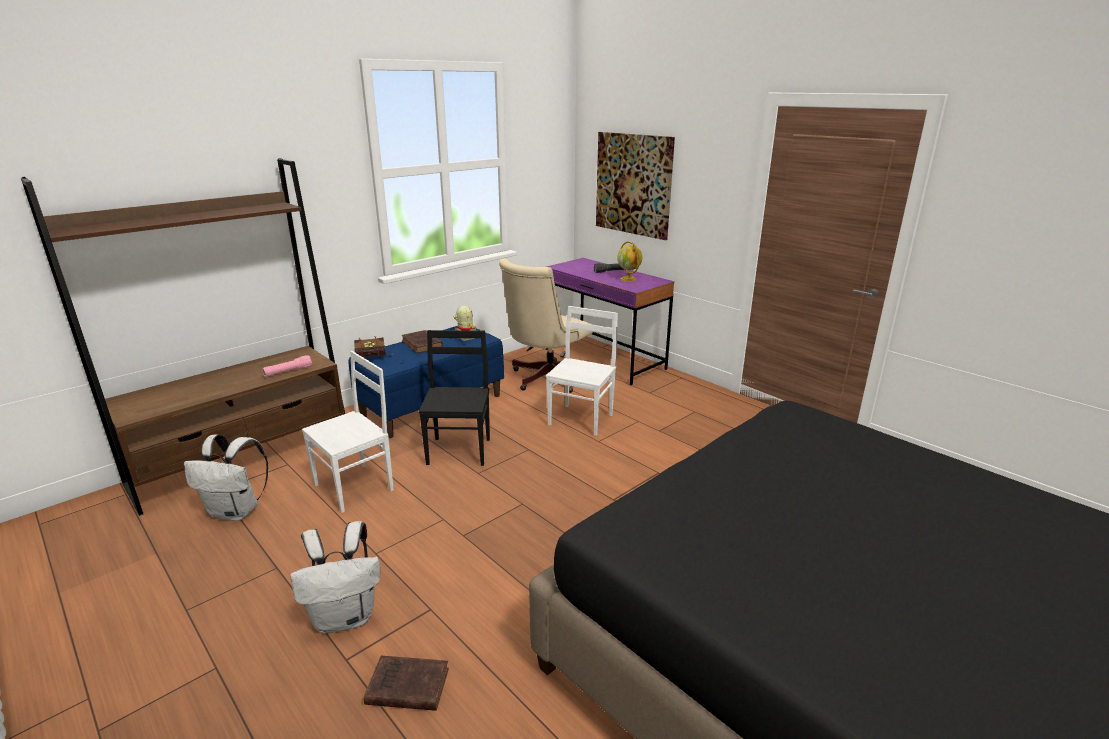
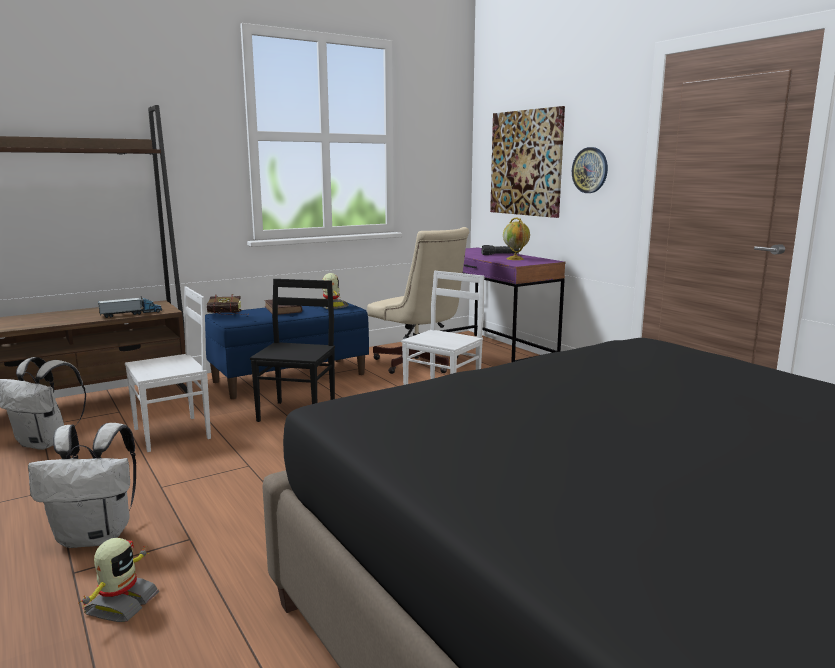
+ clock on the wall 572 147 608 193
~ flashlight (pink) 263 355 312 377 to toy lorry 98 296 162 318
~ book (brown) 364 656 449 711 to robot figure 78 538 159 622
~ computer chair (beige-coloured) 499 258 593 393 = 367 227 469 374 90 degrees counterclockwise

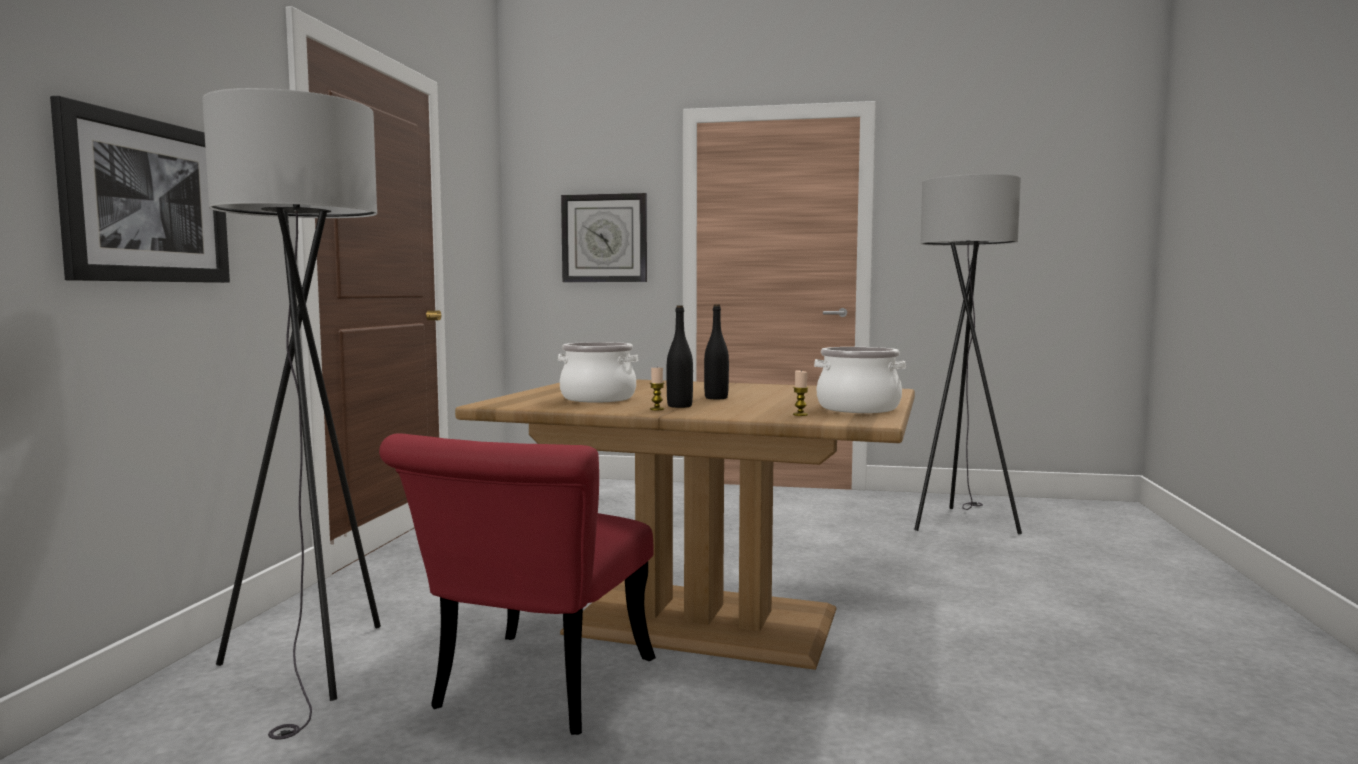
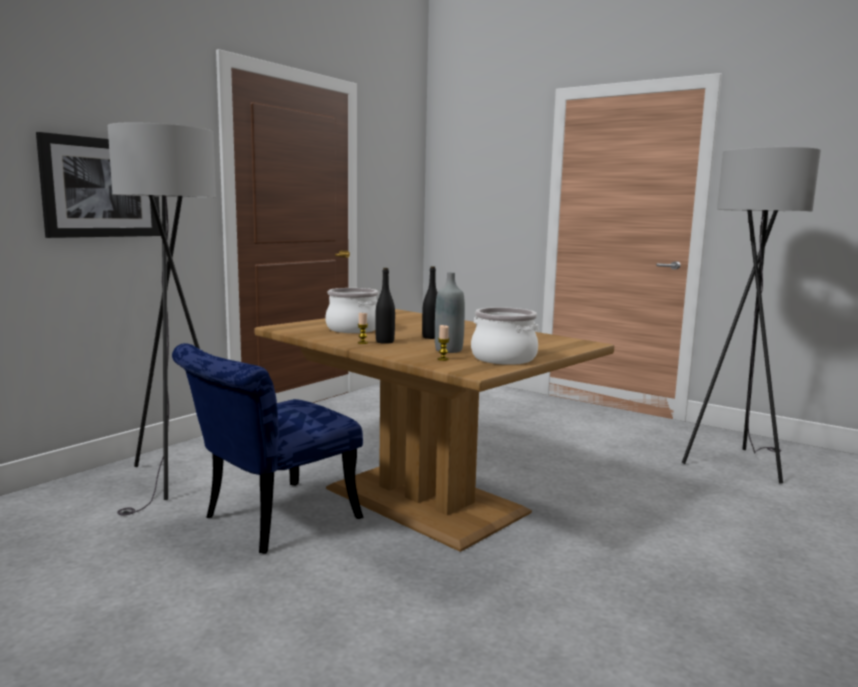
- clock on the wall 561 193 647 282
+ beverage bottle (greyish) 435 272 465 353
~ upright chair (red) 379 433 656 735 to upright chair (blue) 172 343 364 554

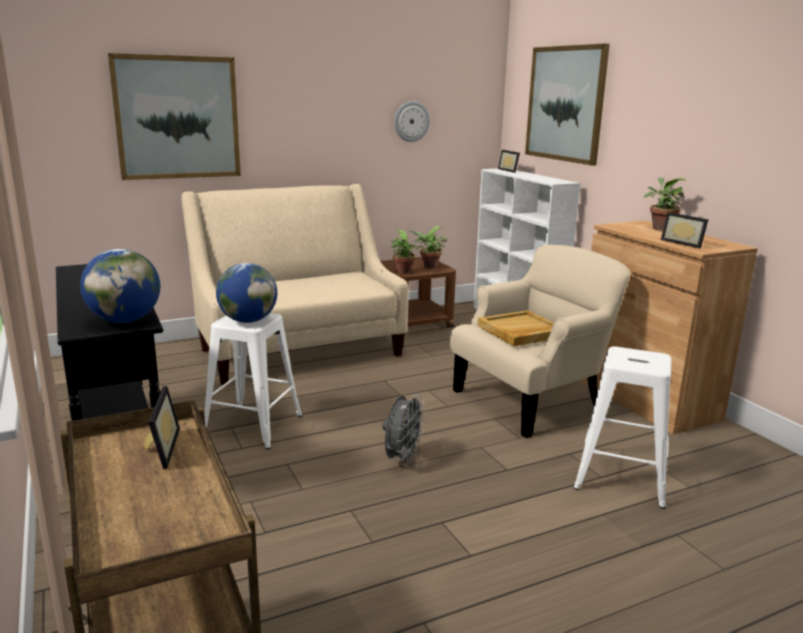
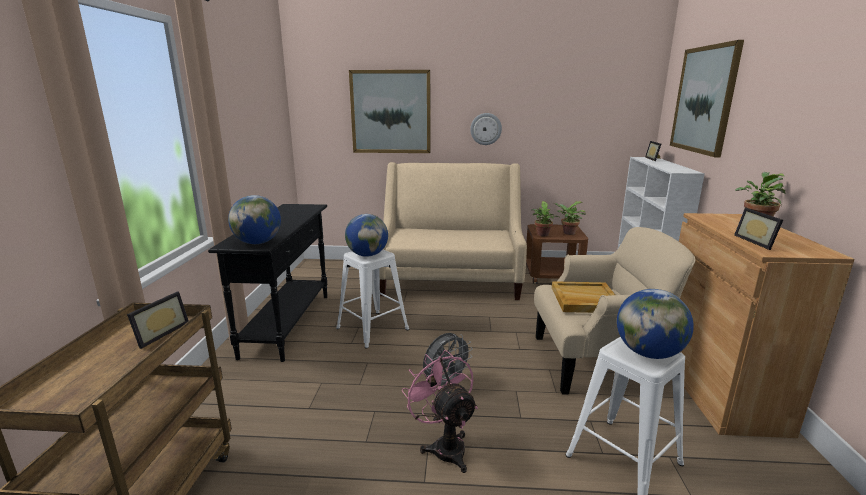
+ cooling fan (pink) 401 350 478 473
+ desk globe 617 289 694 359
~ clock on the wall 394 101 430 142 to 470 113 502 145

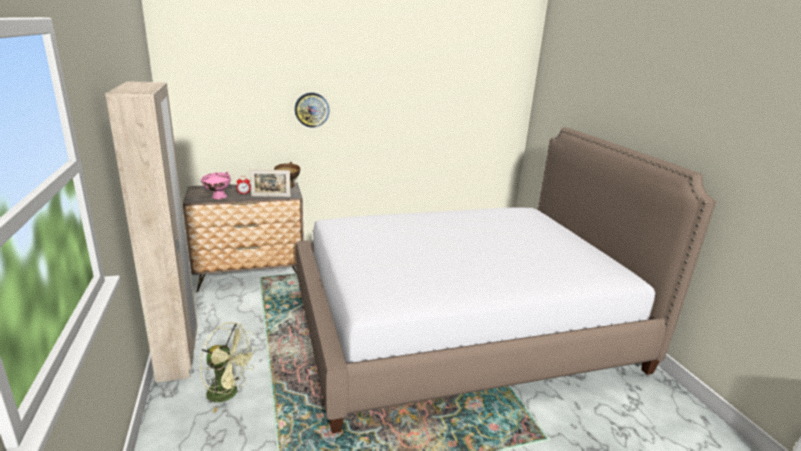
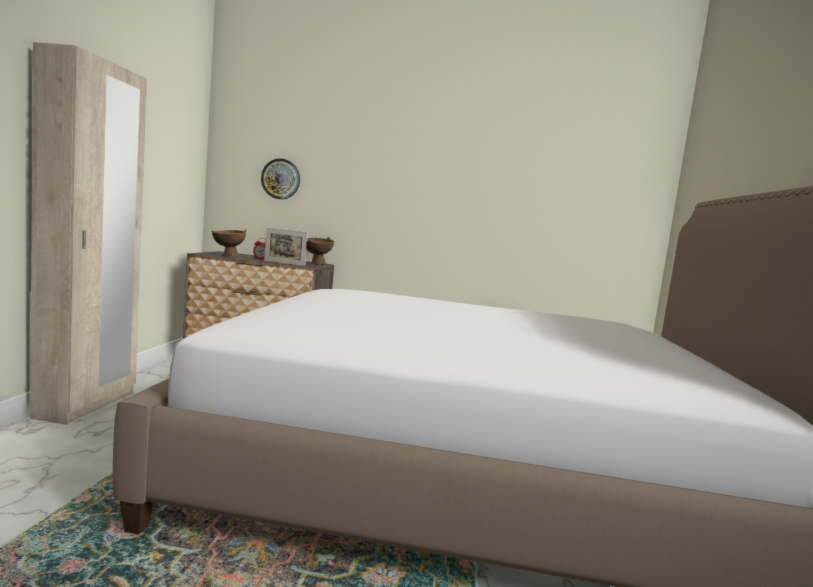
- cooling fan (green-coloured) 200 322 257 413
~ clock on the wall 295 93 329 128 to 261 158 300 199
~ serving bowl (pink) 201 172 231 200 to serving bowl (brown) 212 229 246 257

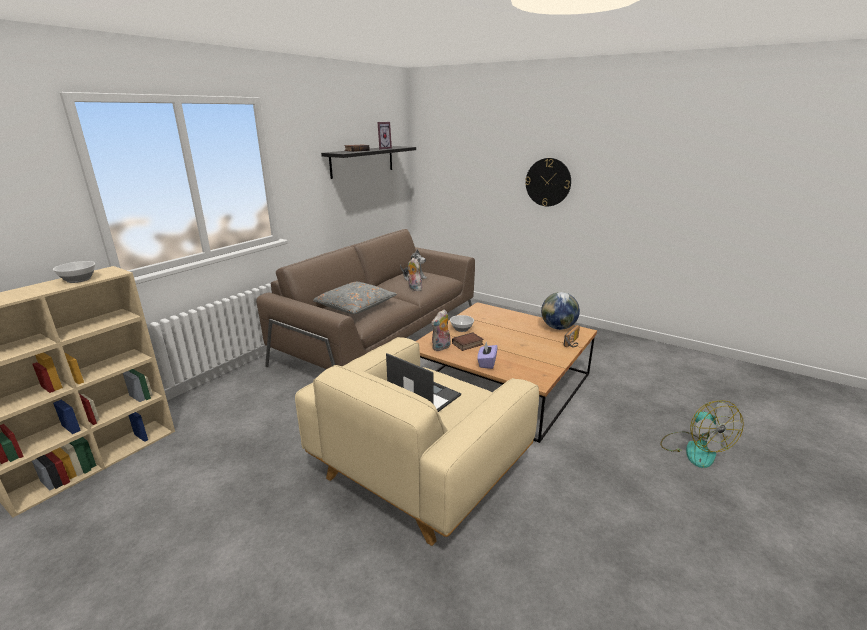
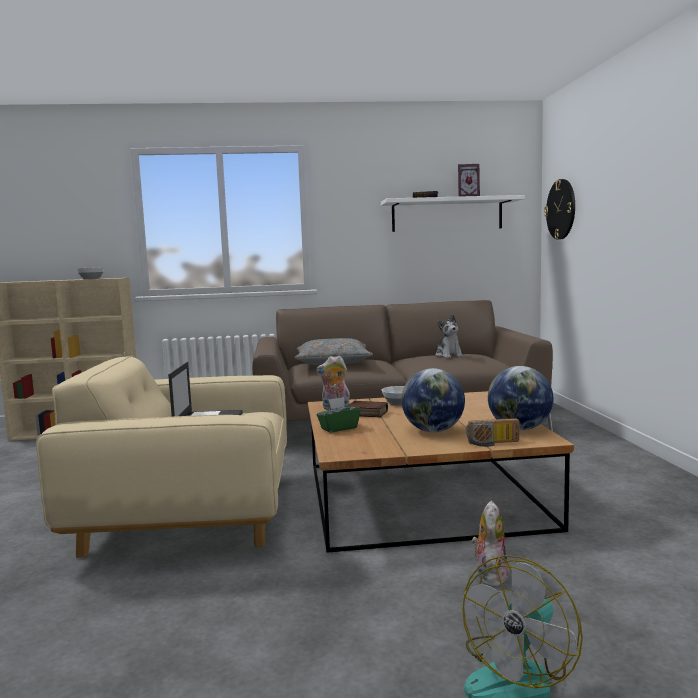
+ desk globe 402 368 465 432
~ soft toy 408 258 422 291 to 472 500 508 587
~ clock on the wall 525 158 571 206 to 544 179 575 240
~ shelf (blackish) 321 146 416 179 to shelf (white) 381 195 525 232
~ tissue holder (purplish) 477 342 498 369 to tissue holder (green-coloured) 317 397 361 433

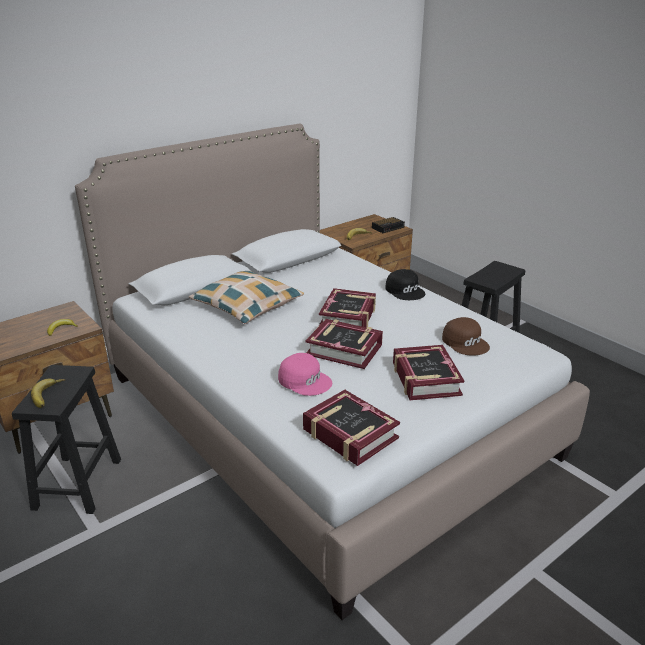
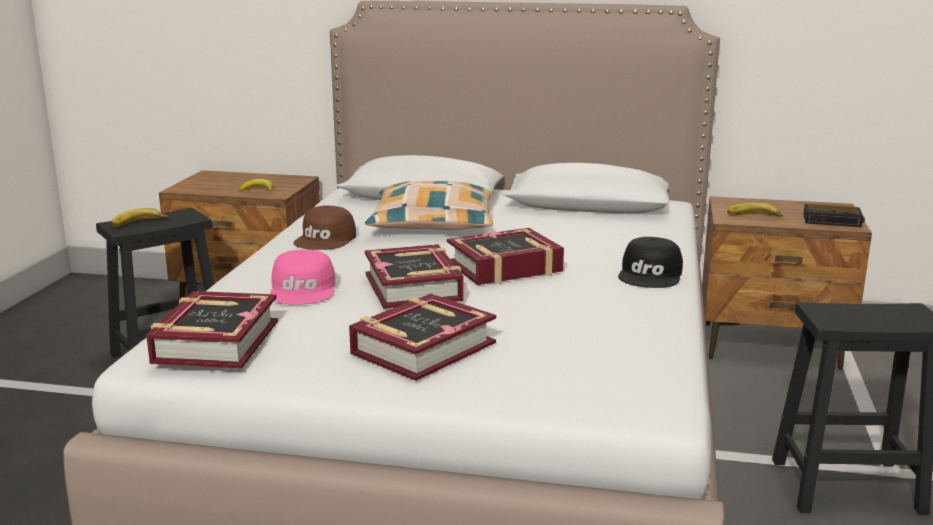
~ cap (brown) 442 317 490 356 to 294 206 356 250

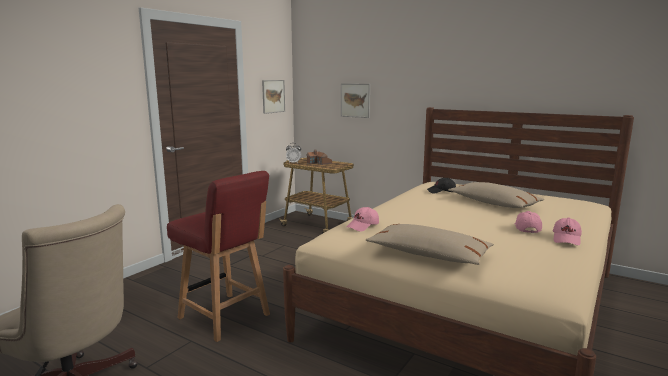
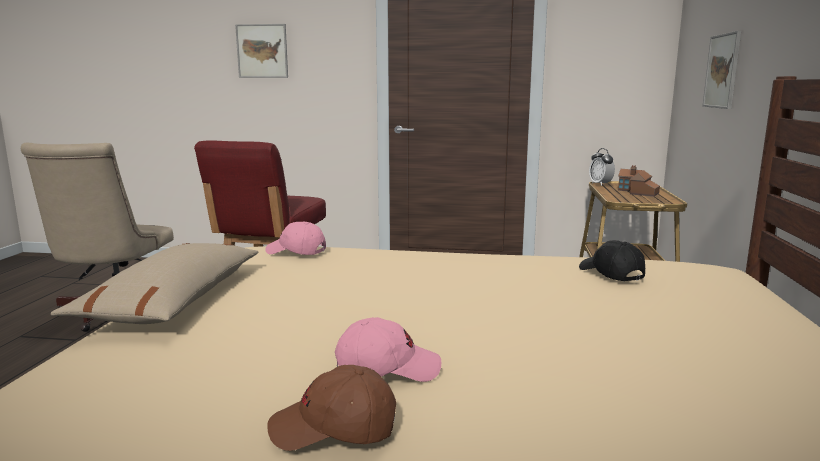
- throw pillow (beige-coloured) 448 182 545 208
~ wall picture 262 80 285 114 to 235 24 288 78
~ cap (pink) 553 218 582 245 to cap (brown) 267 365 396 451

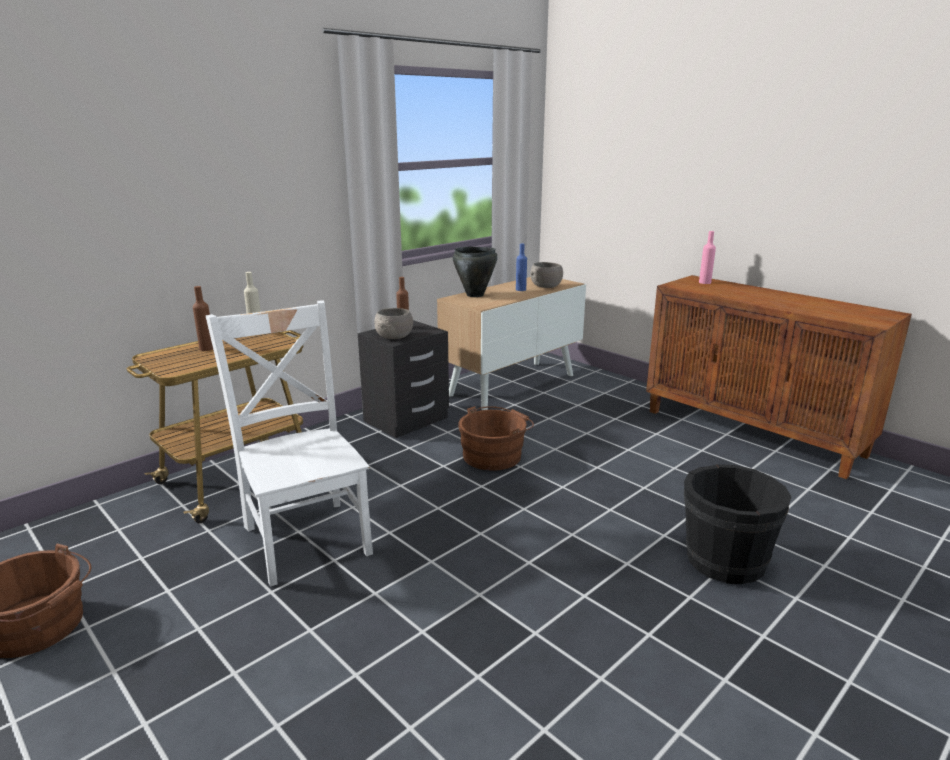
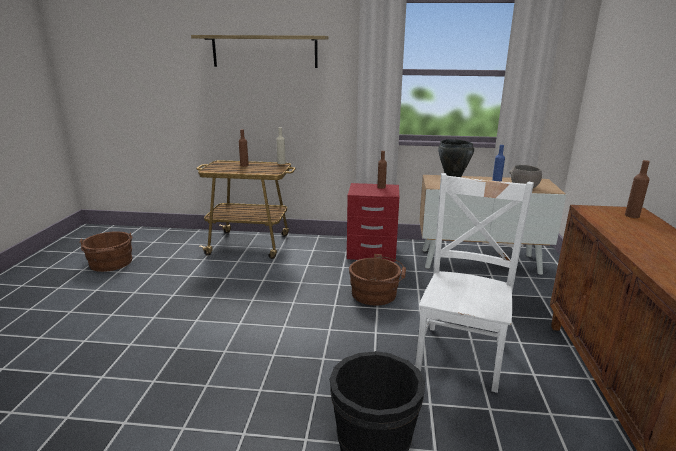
- serving bowl (greyish) 374 308 413 339
+ shelf 191 35 329 68
~ upright chair (white) 206 300 373 587 to 415 173 534 393
~ nightstand (blackish) 358 320 449 438 to nightstand (red) 347 183 399 262
~ beverage bottle (pink) 699 231 716 284 to beverage bottle (brown) 625 160 650 218

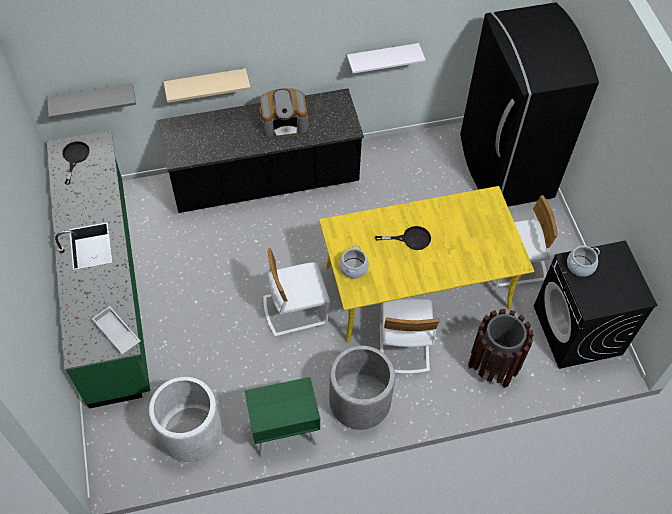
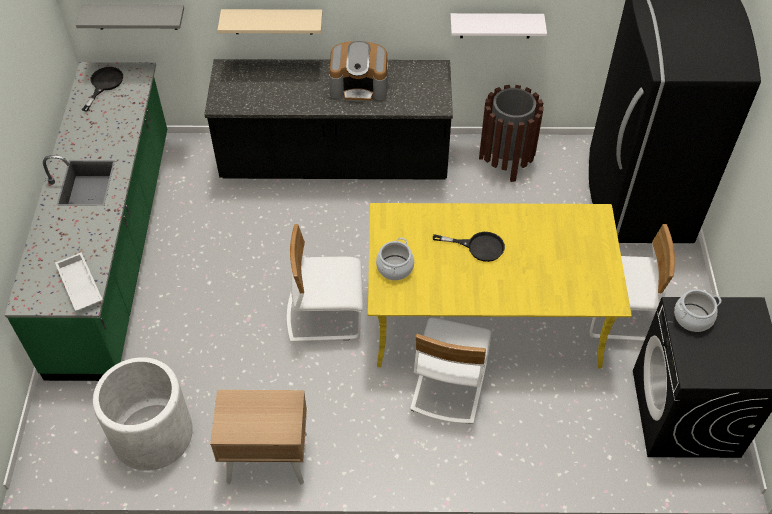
- flower pot (greyish) 329 346 395 430
~ trash can (brown) 468 309 534 388 to 479 85 544 182
~ nightstand (green-coloured) 245 377 320 457 to nightstand (beige-coloured) 210 390 307 485

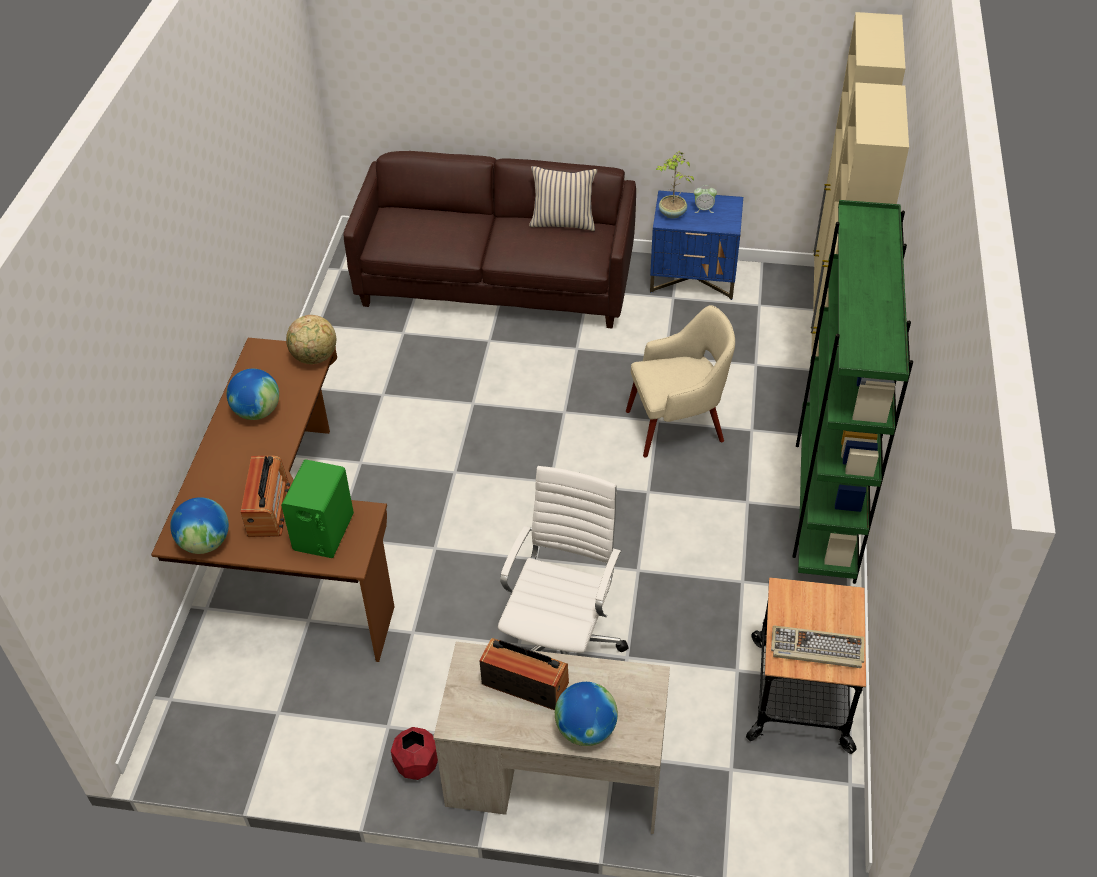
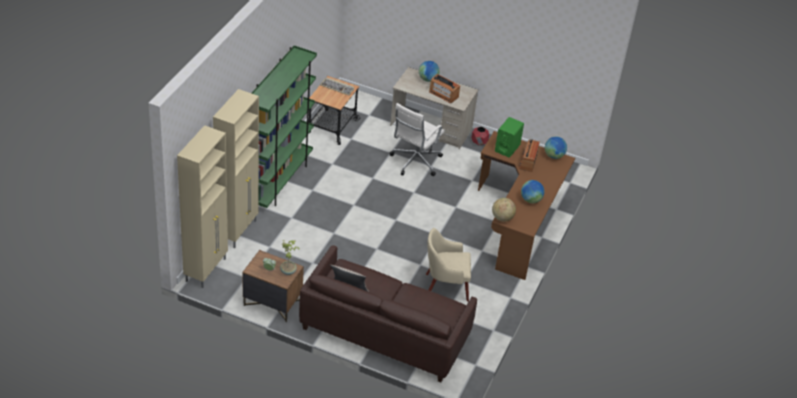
~ easy chair (beige-coloured) 626 305 735 458 to 426 228 471 301
~ nightstand (blue) 650 191 743 300 to nightstand (brown) 242 250 304 322

